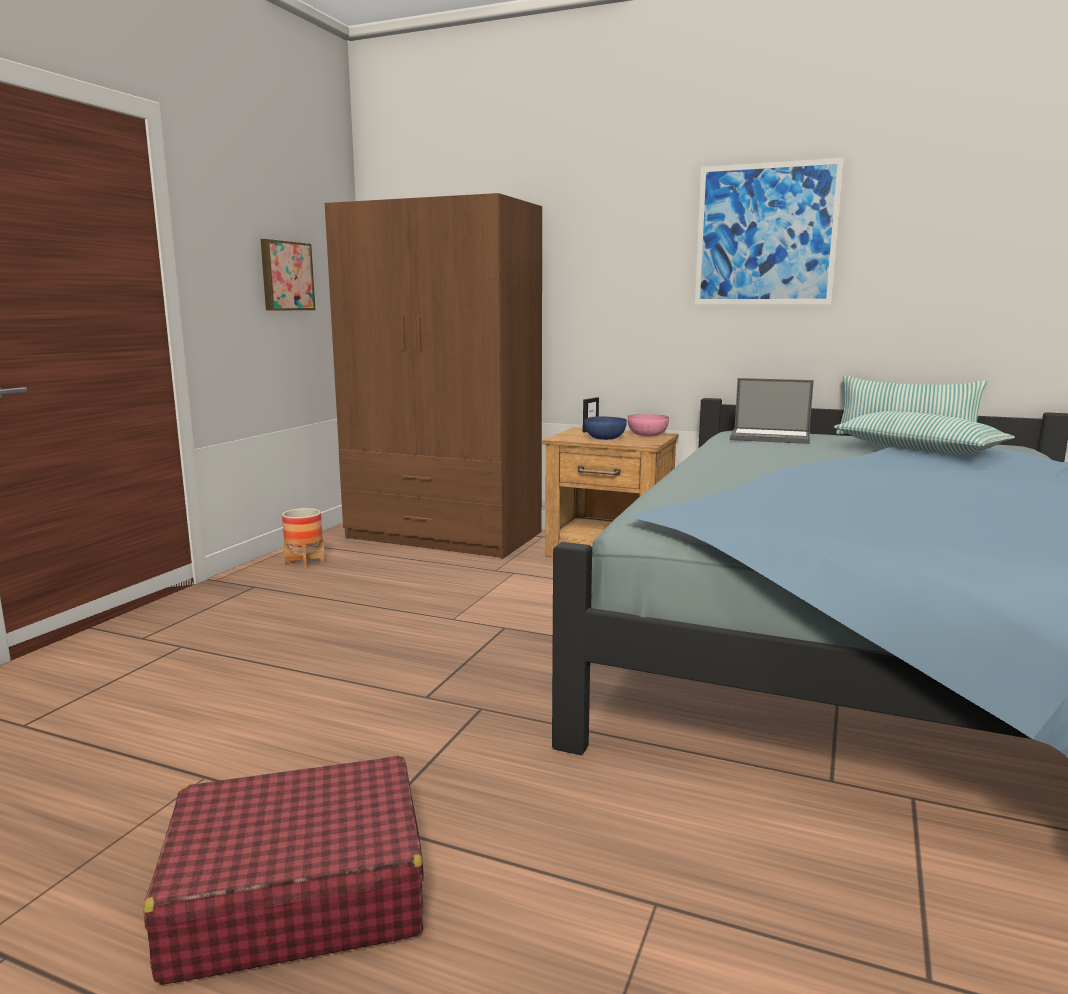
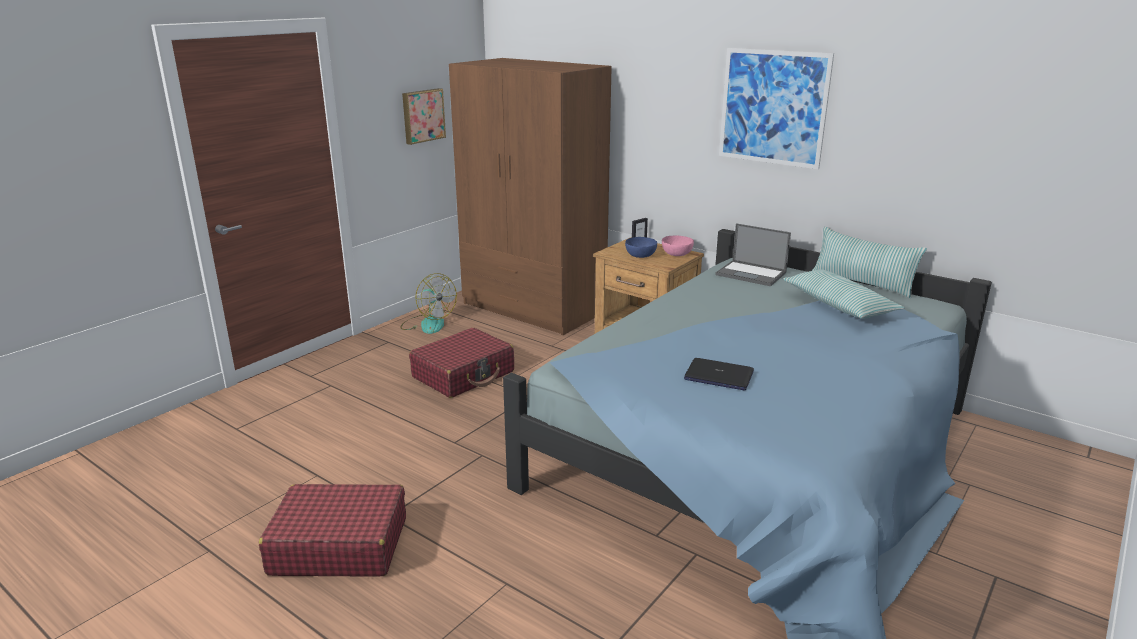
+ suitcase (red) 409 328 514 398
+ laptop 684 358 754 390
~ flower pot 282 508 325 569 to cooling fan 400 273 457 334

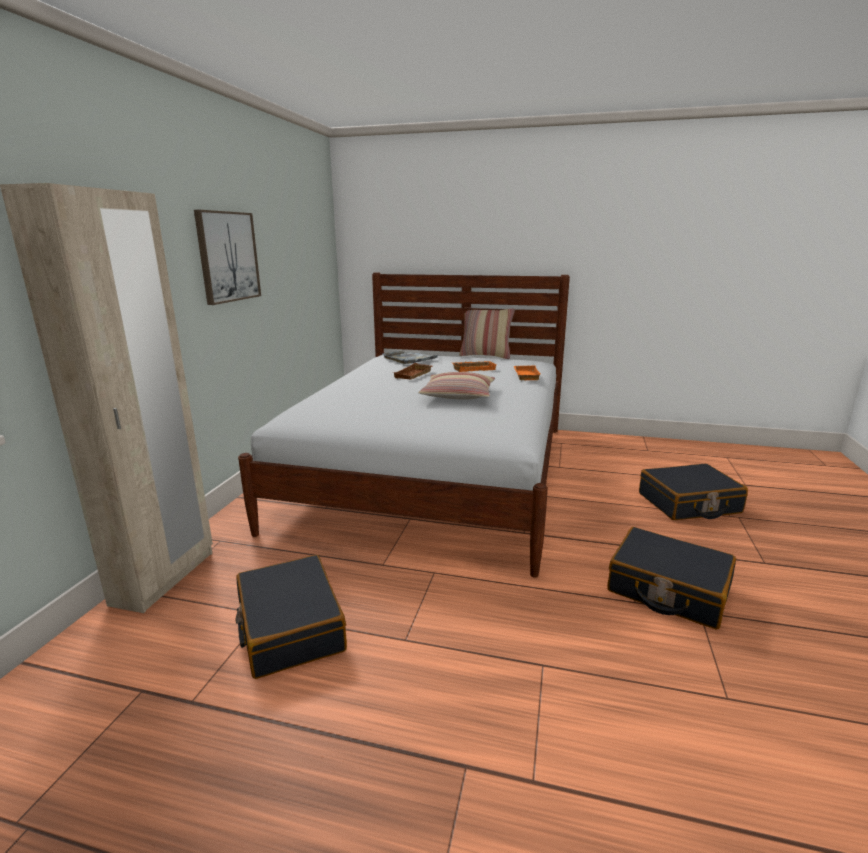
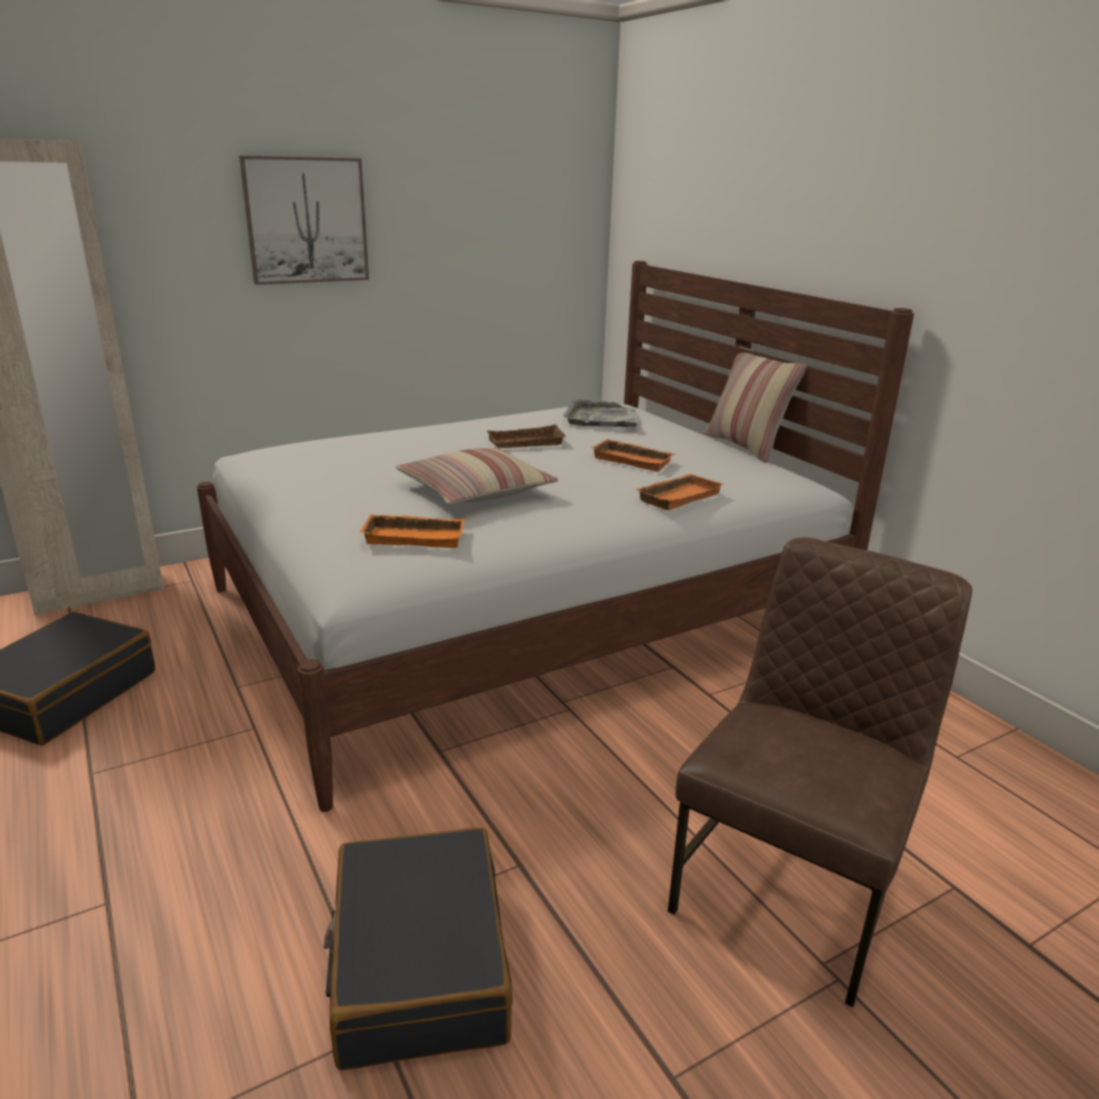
+ carrying tray (orangey) 360 514 465 548
~ suitcase (blackish) 639 464 748 520 to upright chair (brown) 667 537 972 1007

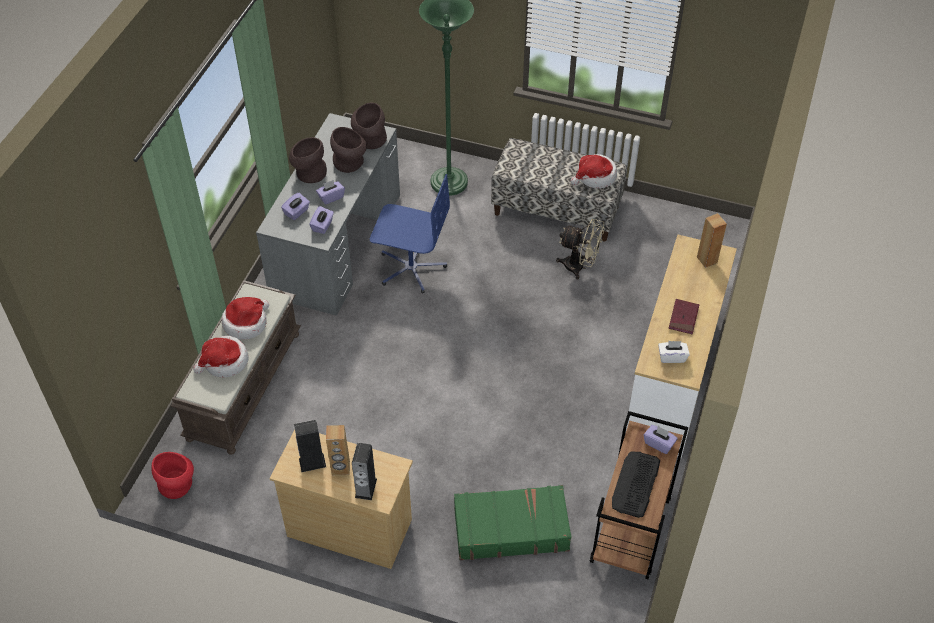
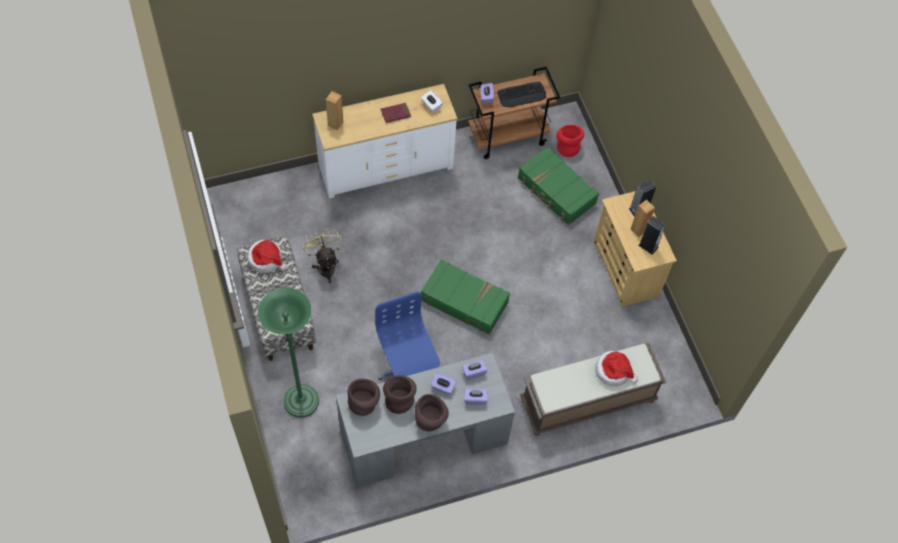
- hat 222 297 269 340
+ suitcase (green-coloured) 421 259 510 335
~ flower vase (red) 151 452 194 499 to 556 125 584 157

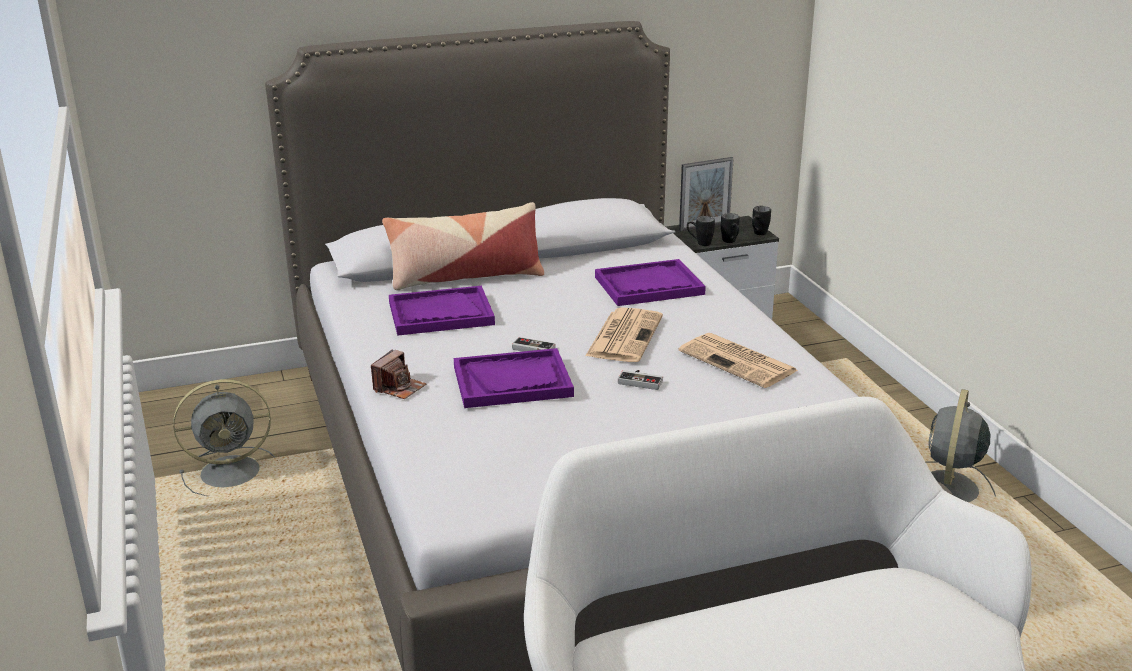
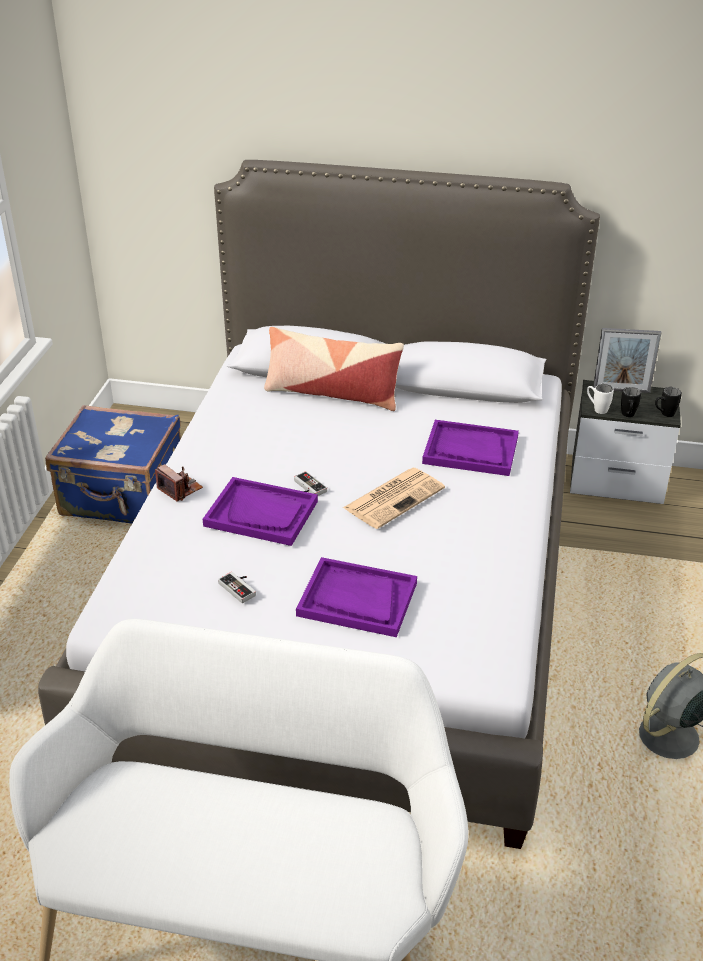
- printed paper 679 333 799 388
~ carrying tray (purplish) 389 286 495 336 to 296 557 417 637
~ gamepad 618 370 663 390 to 218 572 256 603
~ cooling fan (greyish) 173 379 276 496 to suitcase (blue) 45 405 181 523
~ mug (blackish) 687 216 715 246 to mug (white) 587 384 614 414
~ still camera 371 349 426 399 = 155 464 203 501 105 degrees counterclockwise

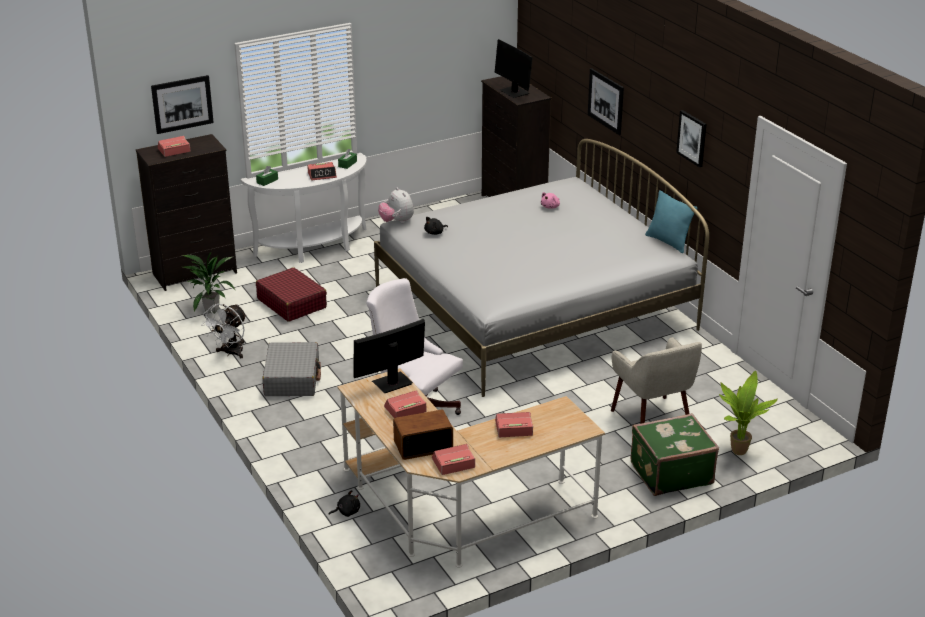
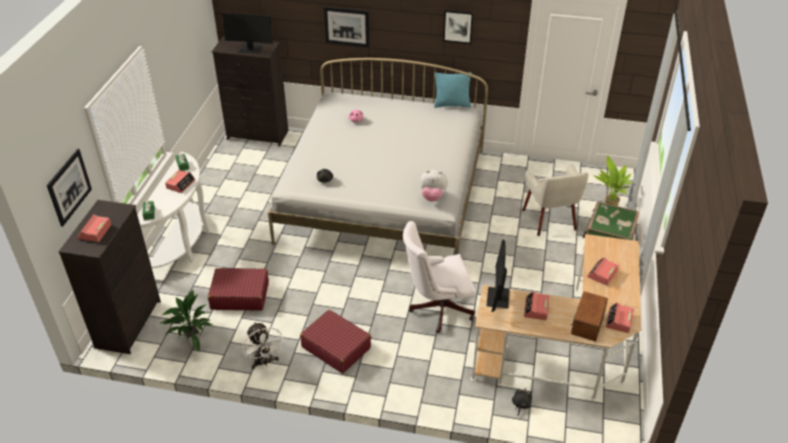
~ soft toy 378 187 414 223 to 420 170 448 202
~ suitcase (greyish) 262 342 321 396 to suitcase (red) 300 310 371 373
~ easy chair (beige-coloured) 611 337 702 424 = 522 164 588 236 60 degrees clockwise

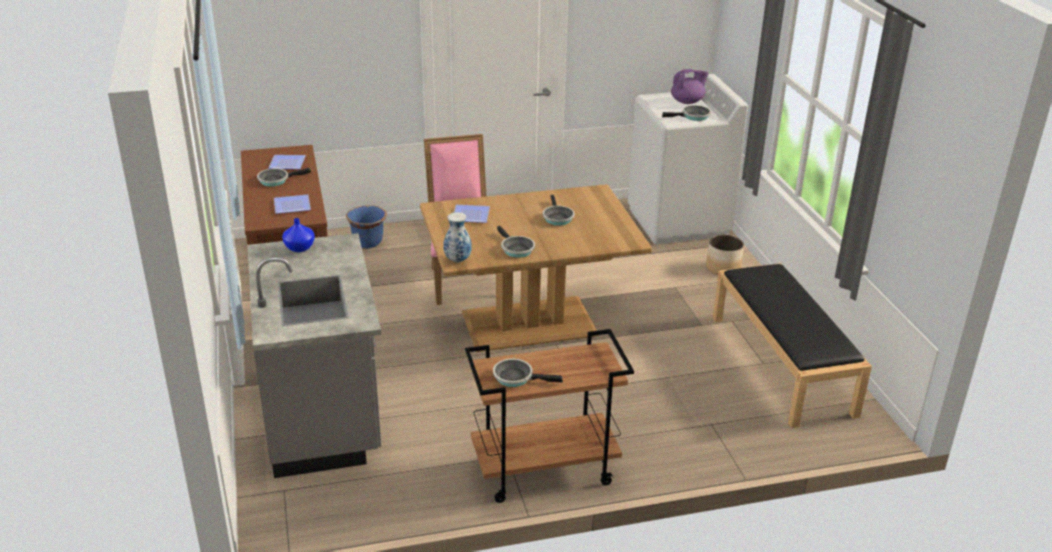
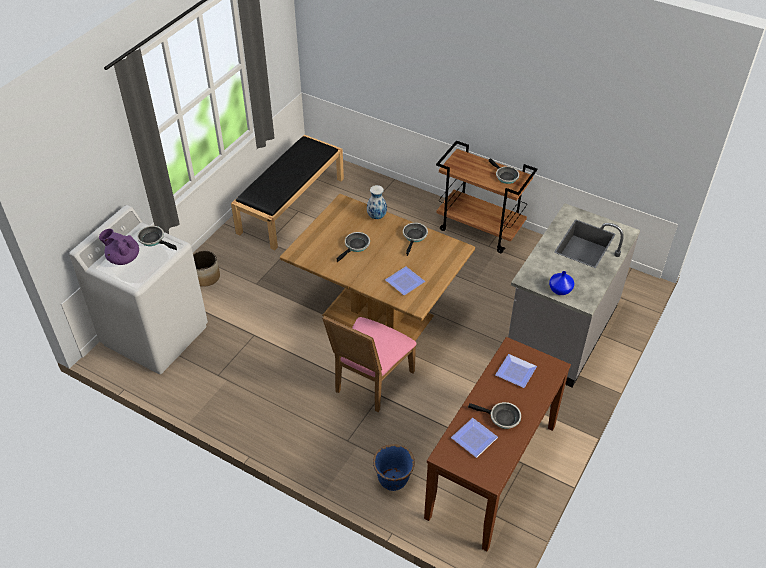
~ flower vase 443 212 472 262 to 367 185 387 219

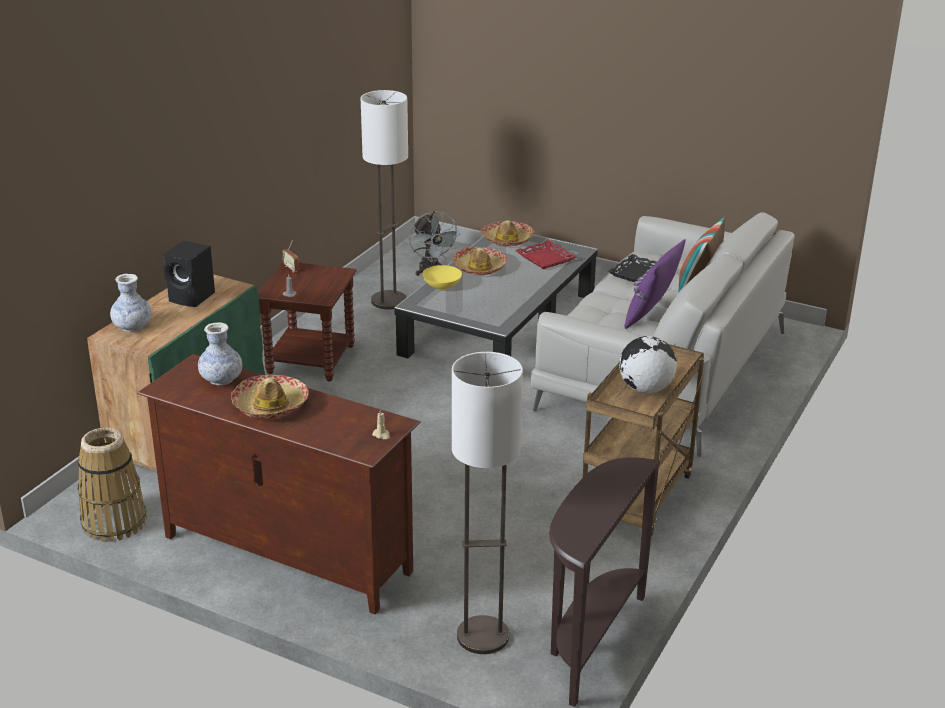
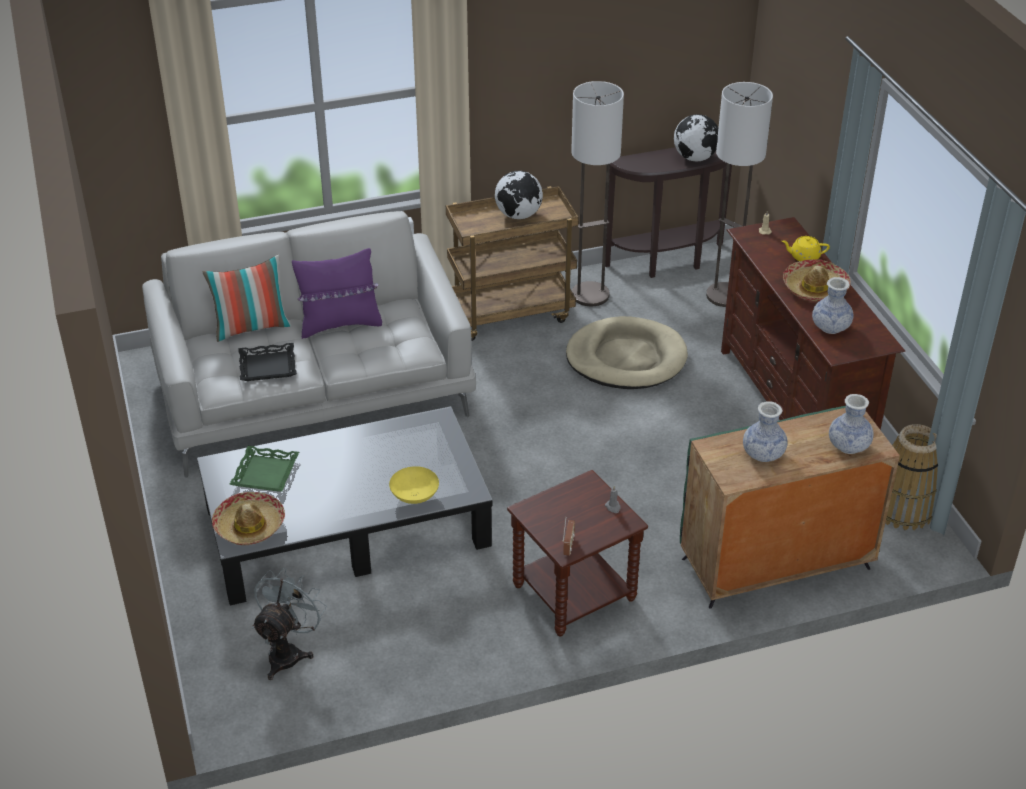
- hat 452 247 507 275
+ dog bed (beige-coloured) 566 316 688 389
+ desk globe 674 114 718 161
+ tea pot (yellowish) 782 236 830 261
~ standard lamp 361 90 408 309 to 571 81 624 306
~ loudspeaker (blackish) 164 241 215 307 to flower vase 743 401 788 462
~ carrying tray (red) 516 240 577 269 to carrying tray (green-coloured) 229 446 299 492

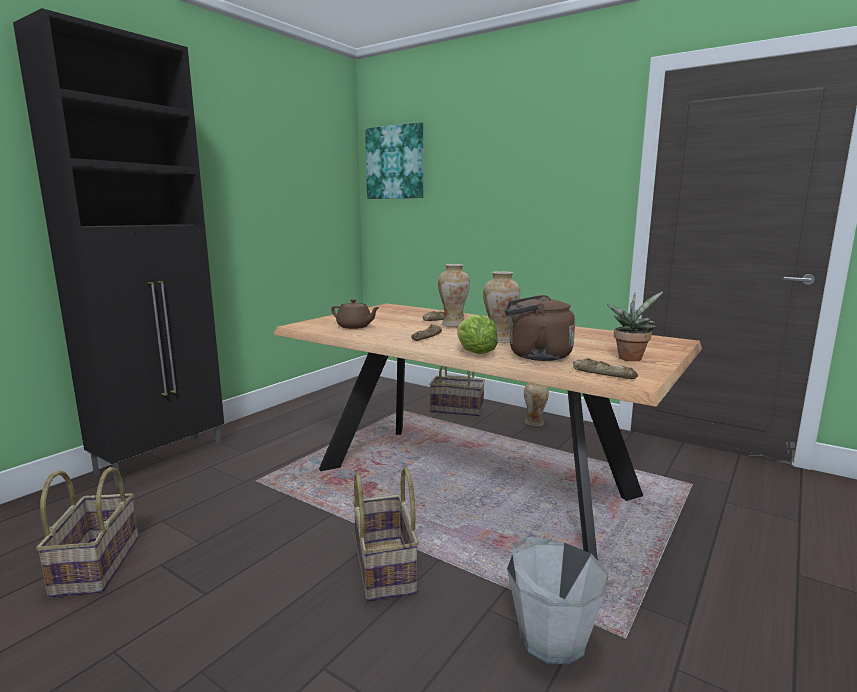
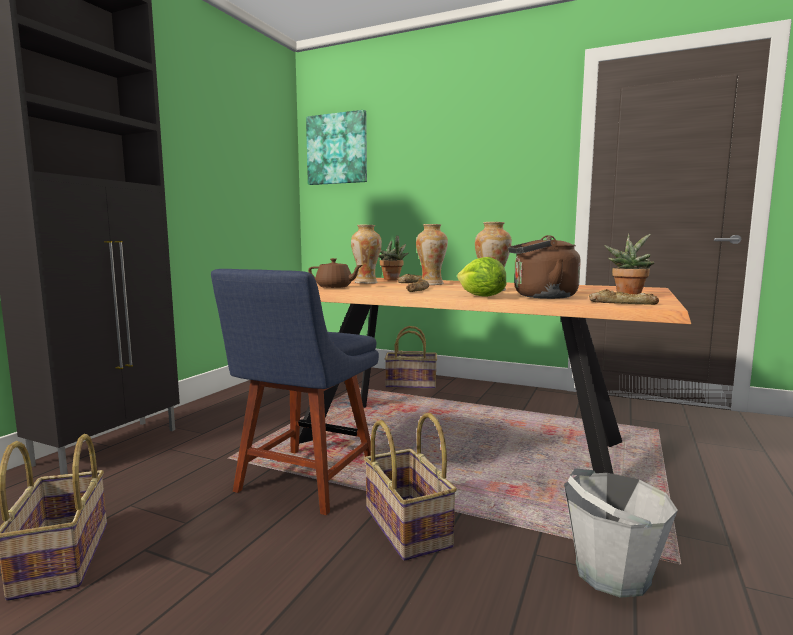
+ upright chair (blue) 211 269 379 515
+ plant in a pot 379 235 409 280
~ flower vase 524 383 549 426 to 351 225 382 284

